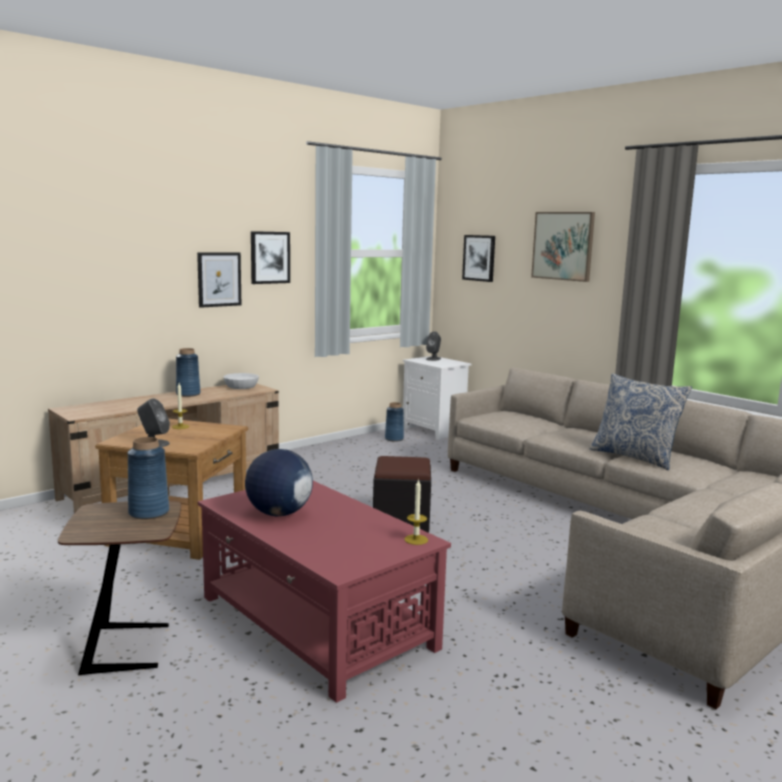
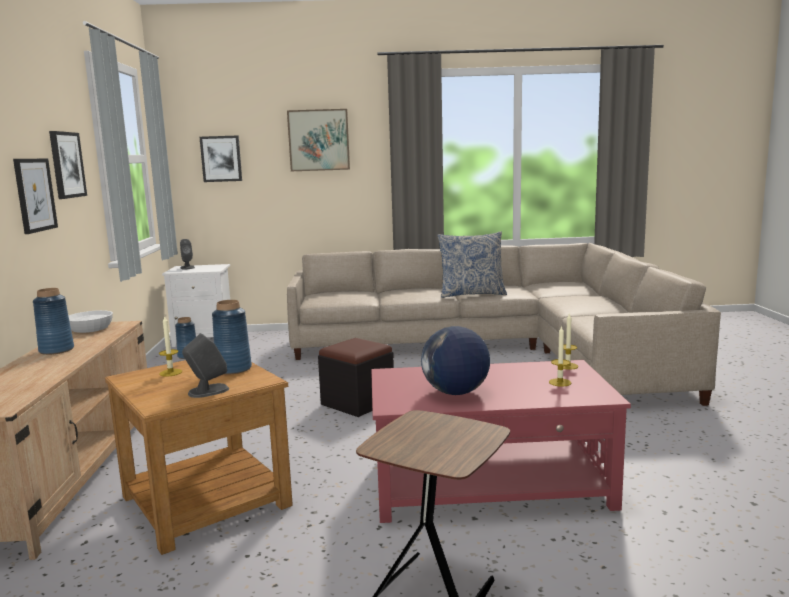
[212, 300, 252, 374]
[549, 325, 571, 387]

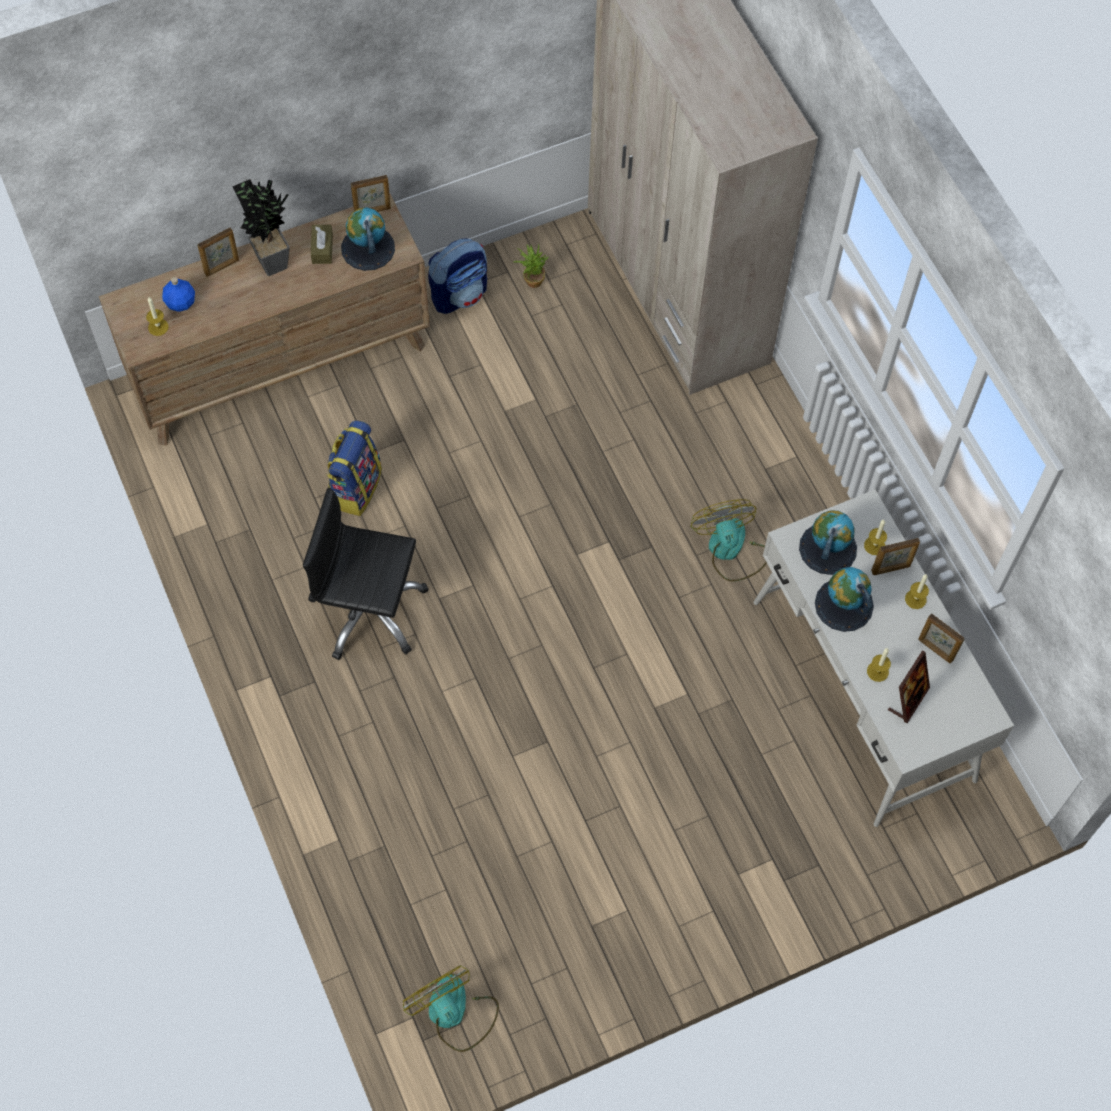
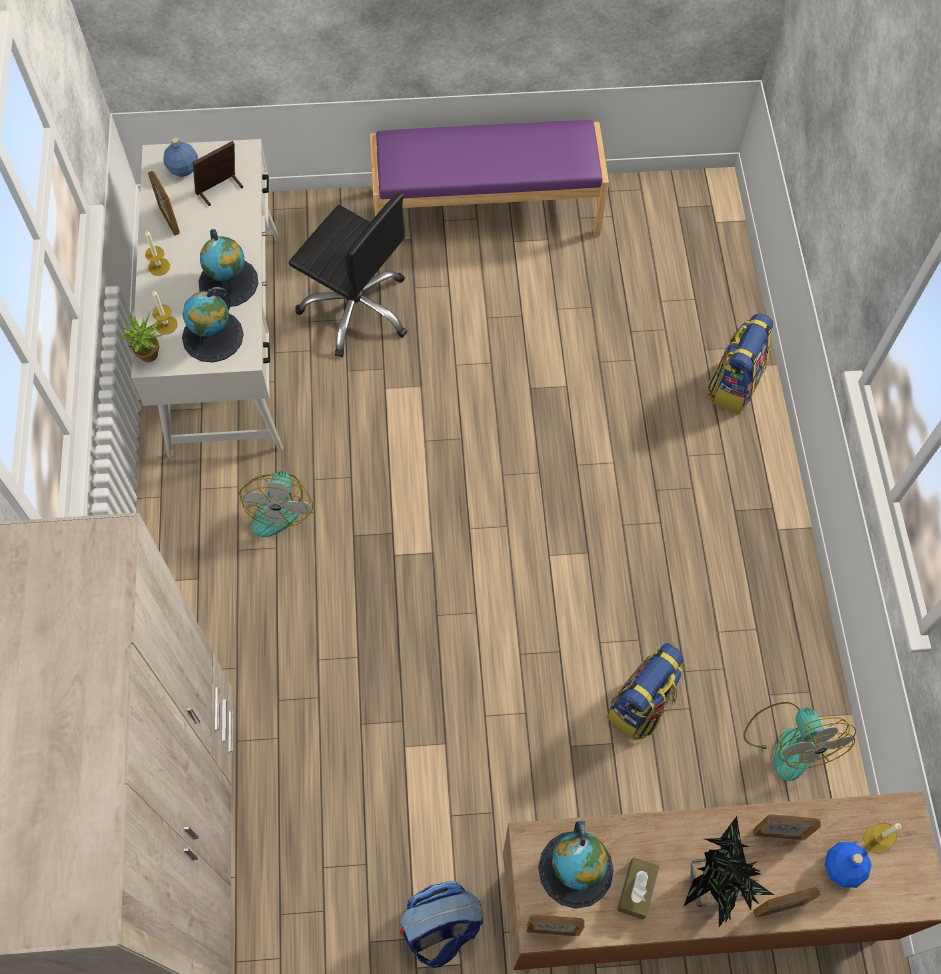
[119, 311, 164, 362]
[163, 137, 198, 177]
[289, 193, 408, 357]
[370, 120, 609, 237]
[708, 313, 773, 414]
[743, 702, 856, 781]
[753, 814, 821, 840]
[867, 648, 891, 682] (first image)

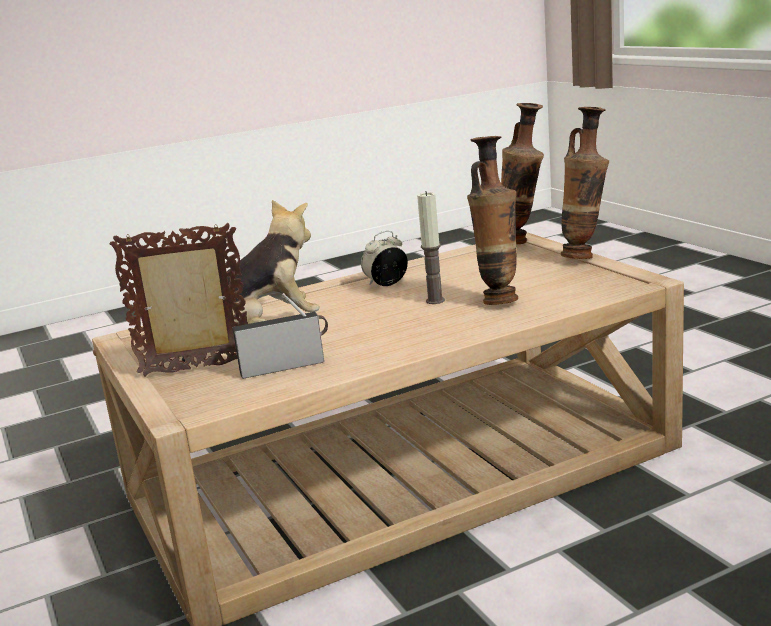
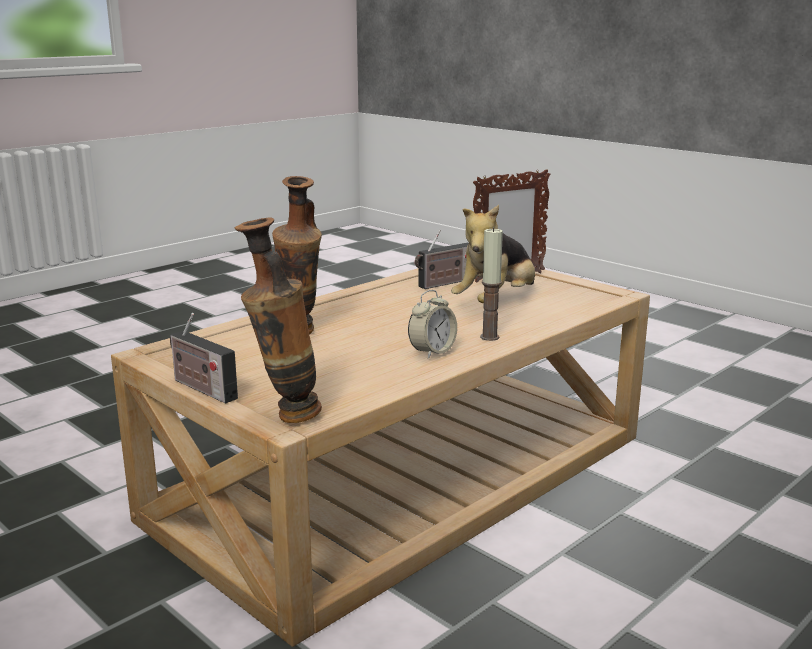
[170, 313, 238, 404]
[480, 227, 503, 341]

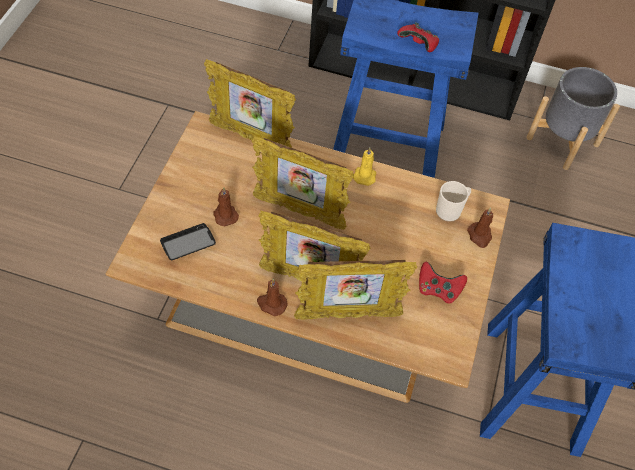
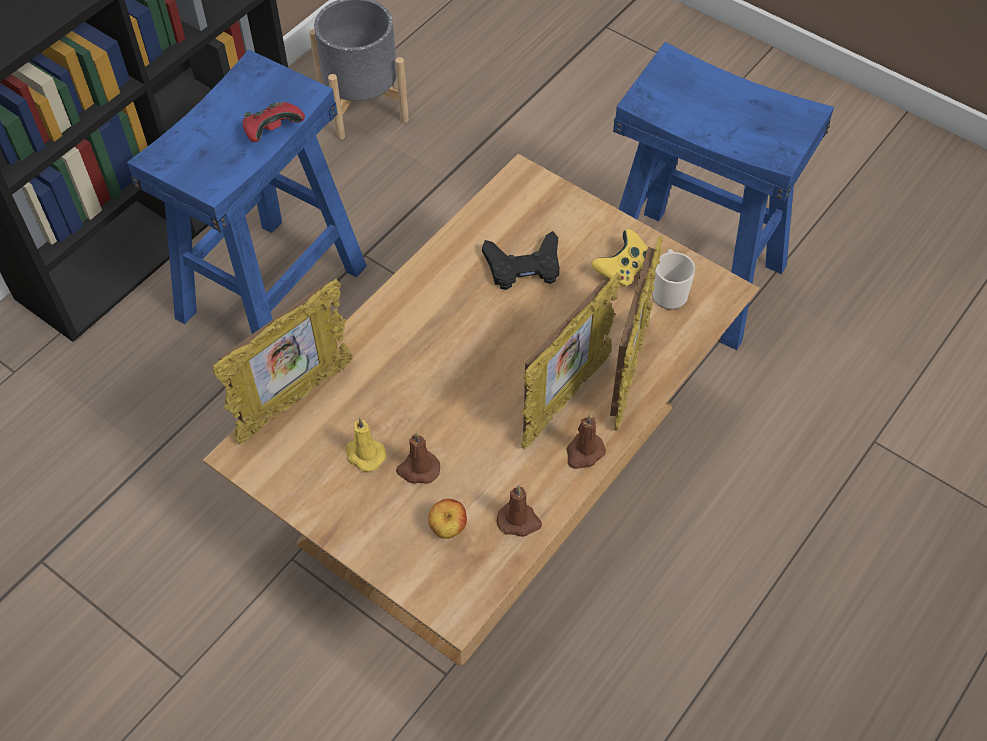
[346, 418, 386, 472]
[428, 499, 467, 539]
[482, 231, 560, 290]
[497, 485, 542, 537]
[591, 229, 647, 287]
[653, 249, 695, 310]
[252, 136, 354, 230] (first image)

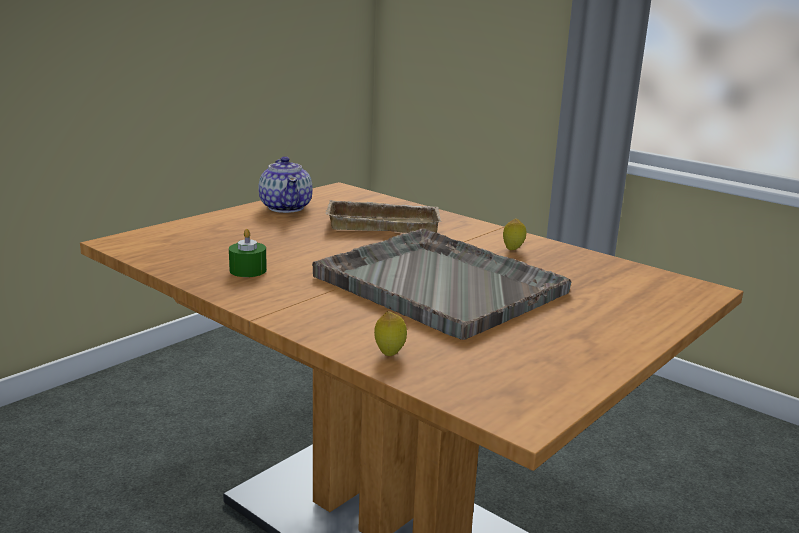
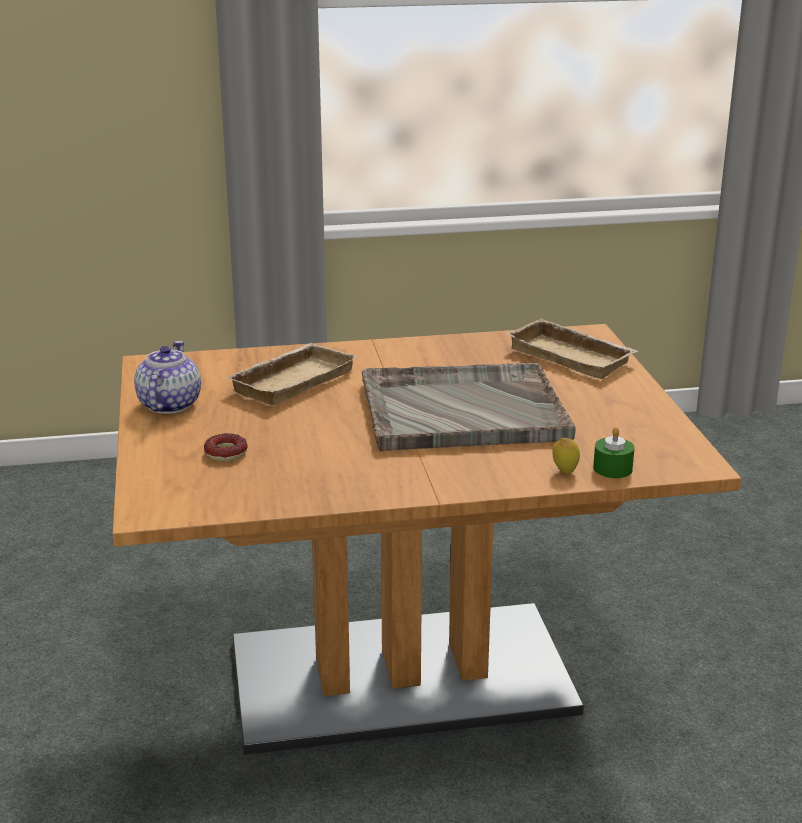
[134, 341, 201, 414]
[204, 433, 248, 461]
[506, 318, 638, 379]
[593, 427, 634, 478]
[503, 219, 526, 250] (first image)

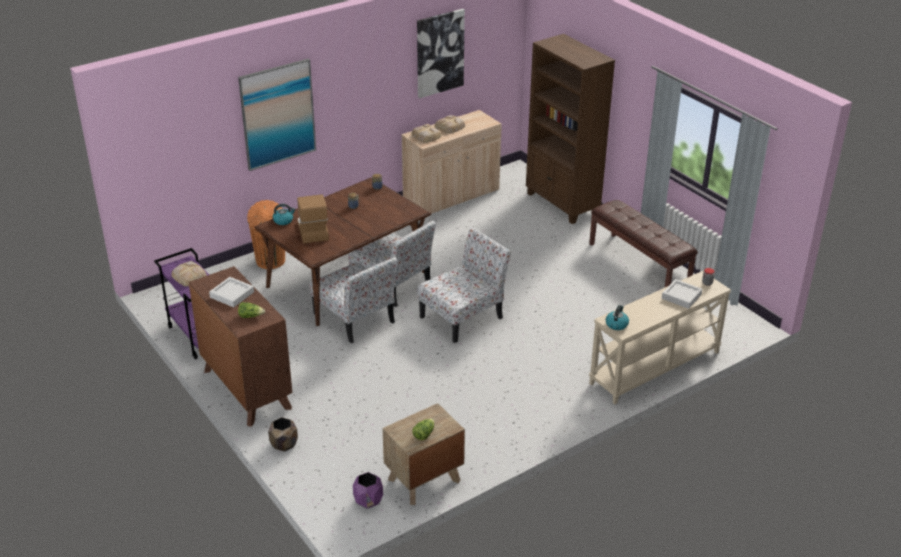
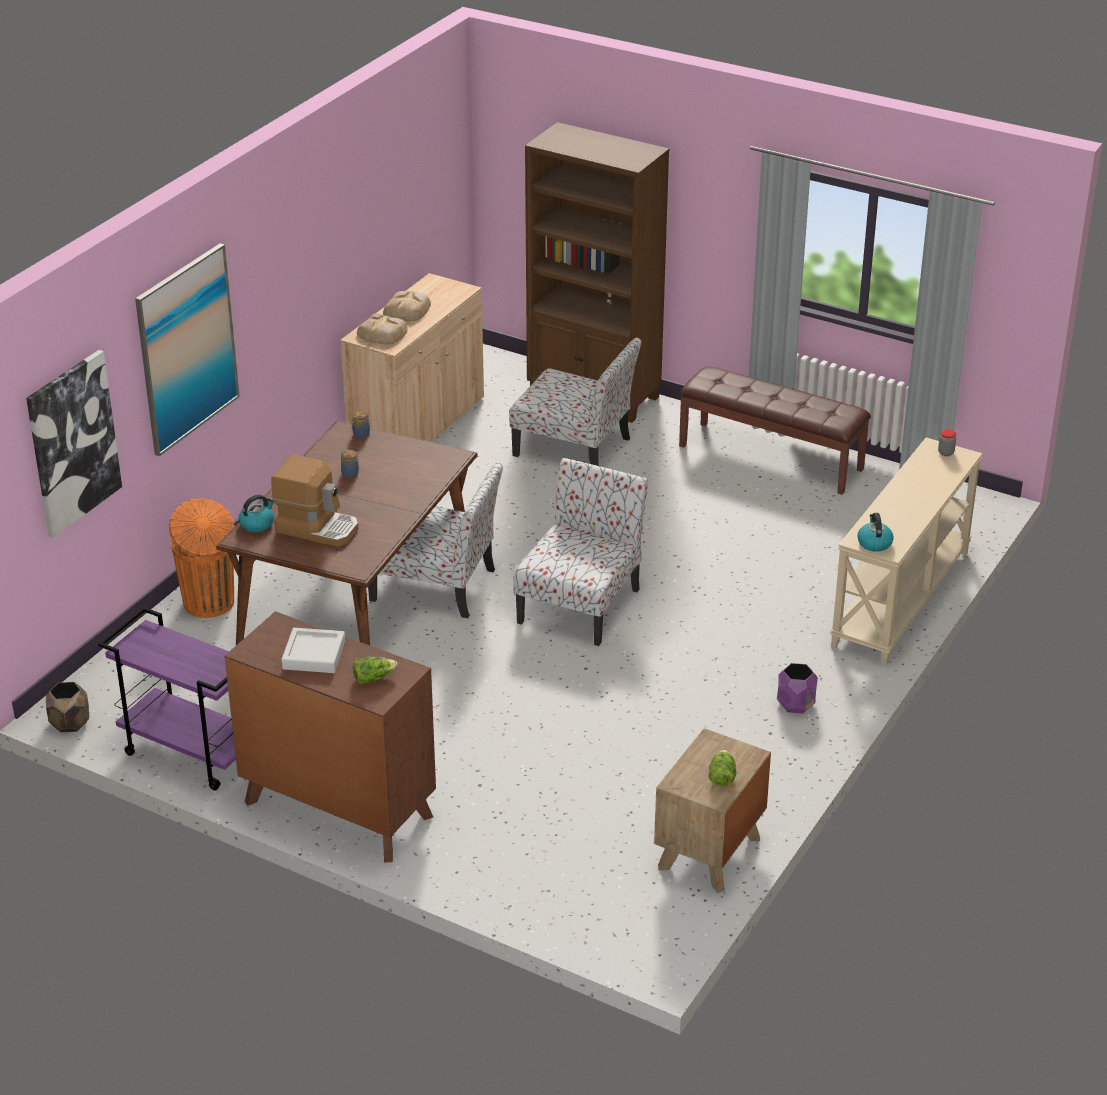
[26, 350, 122, 538]
[46, 682, 89, 732]
[271, 455, 359, 547]
[509, 337, 641, 466]
[777, 663, 818, 713]
[171, 261, 207, 287] (first image)
[662, 279, 702, 309] (first image)

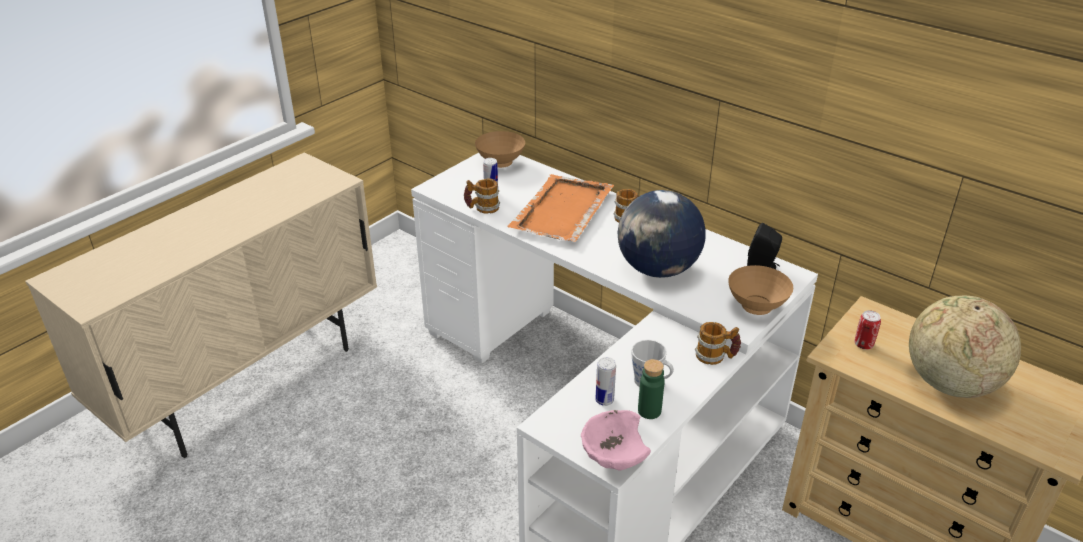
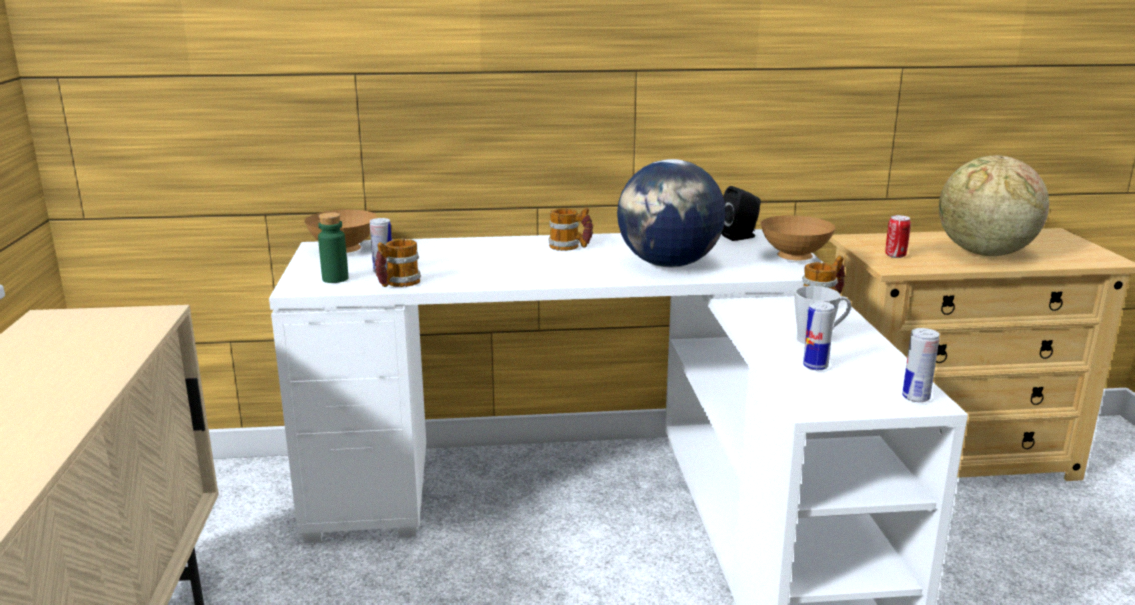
[318, 212, 348, 283]
[902, 328, 940, 402]
[507, 174, 614, 242] (first image)

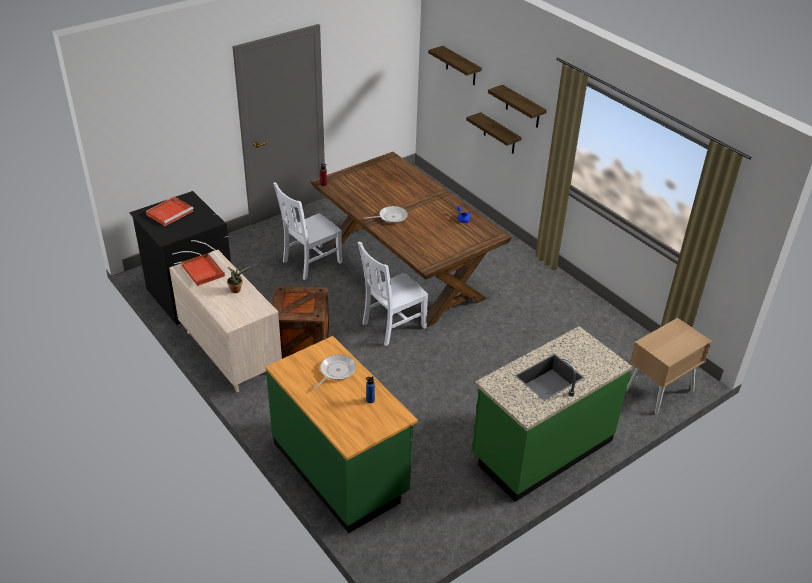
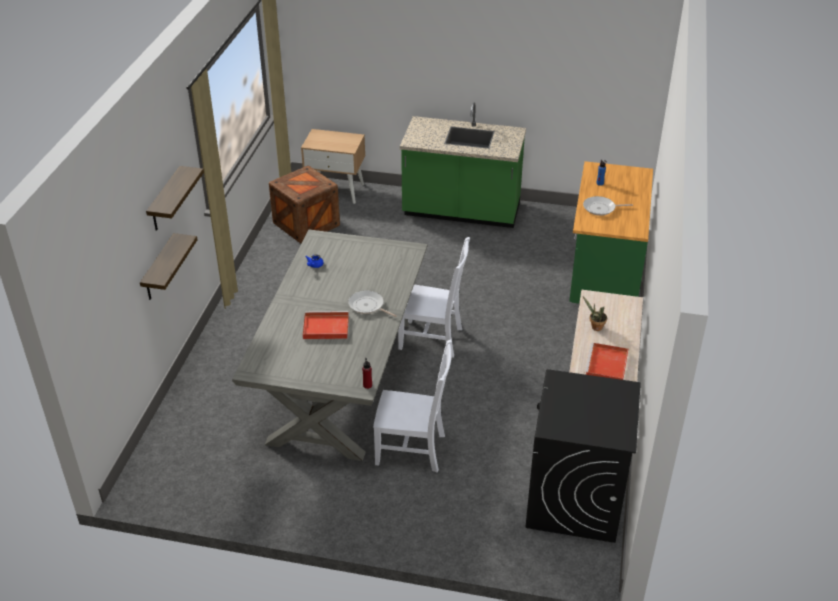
[232, 230, 428, 461]
[269, 166, 340, 243]
[303, 311, 349, 339]
[428, 46, 482, 85] (first image)

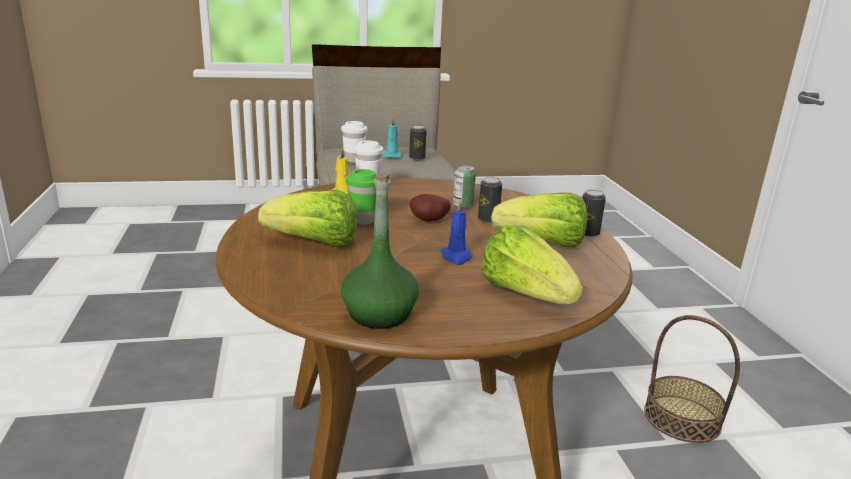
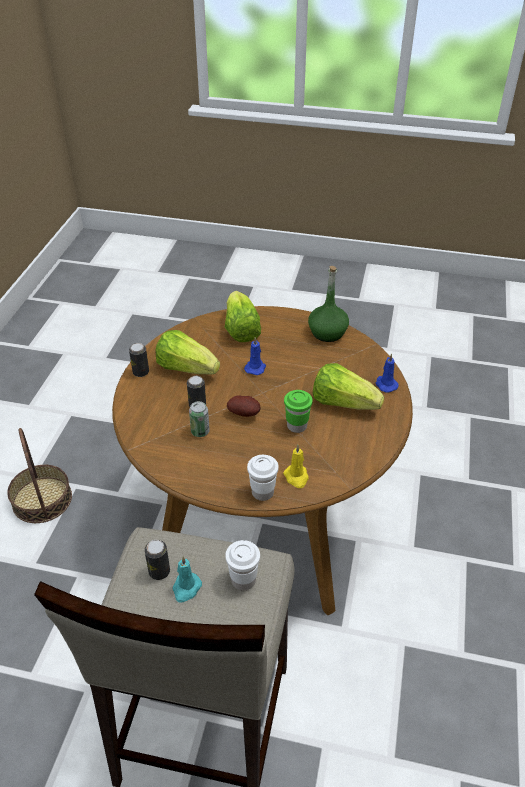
[376, 353, 399, 393]

